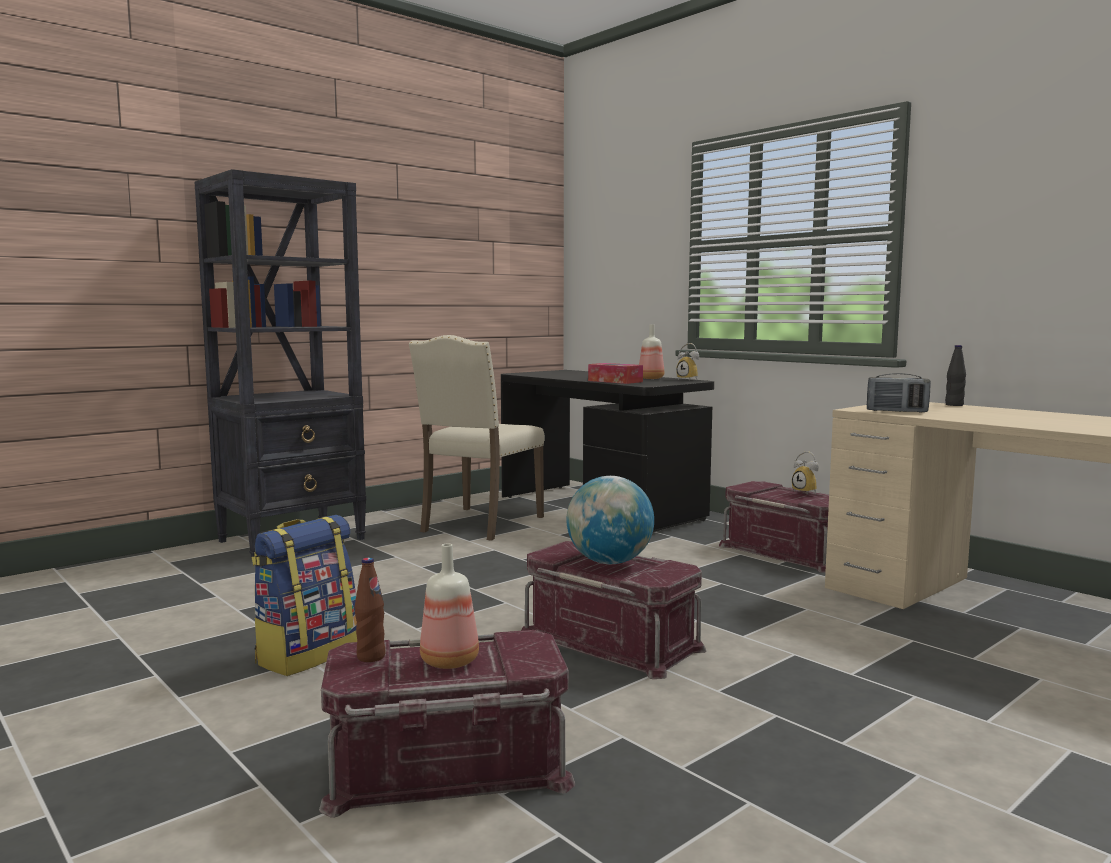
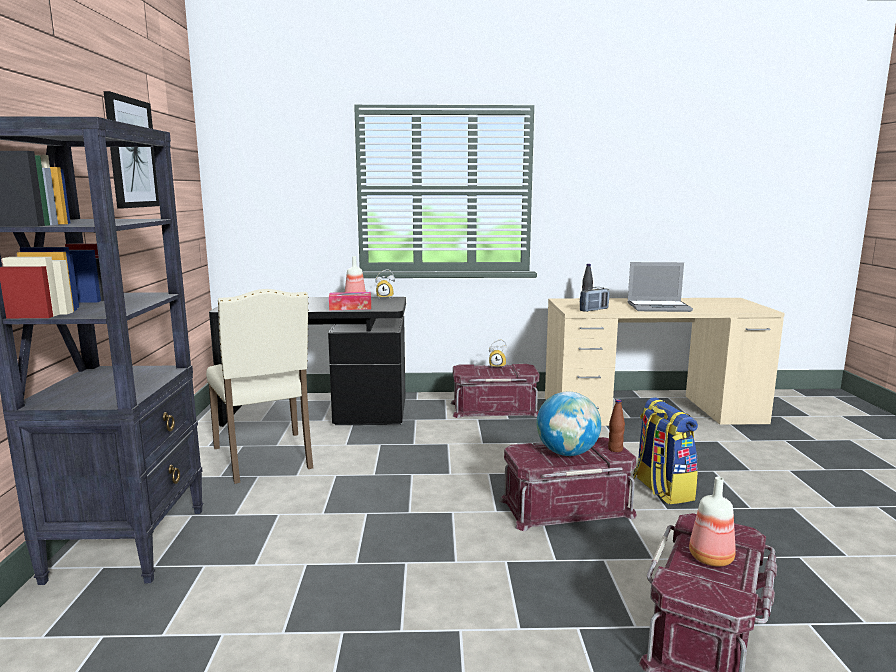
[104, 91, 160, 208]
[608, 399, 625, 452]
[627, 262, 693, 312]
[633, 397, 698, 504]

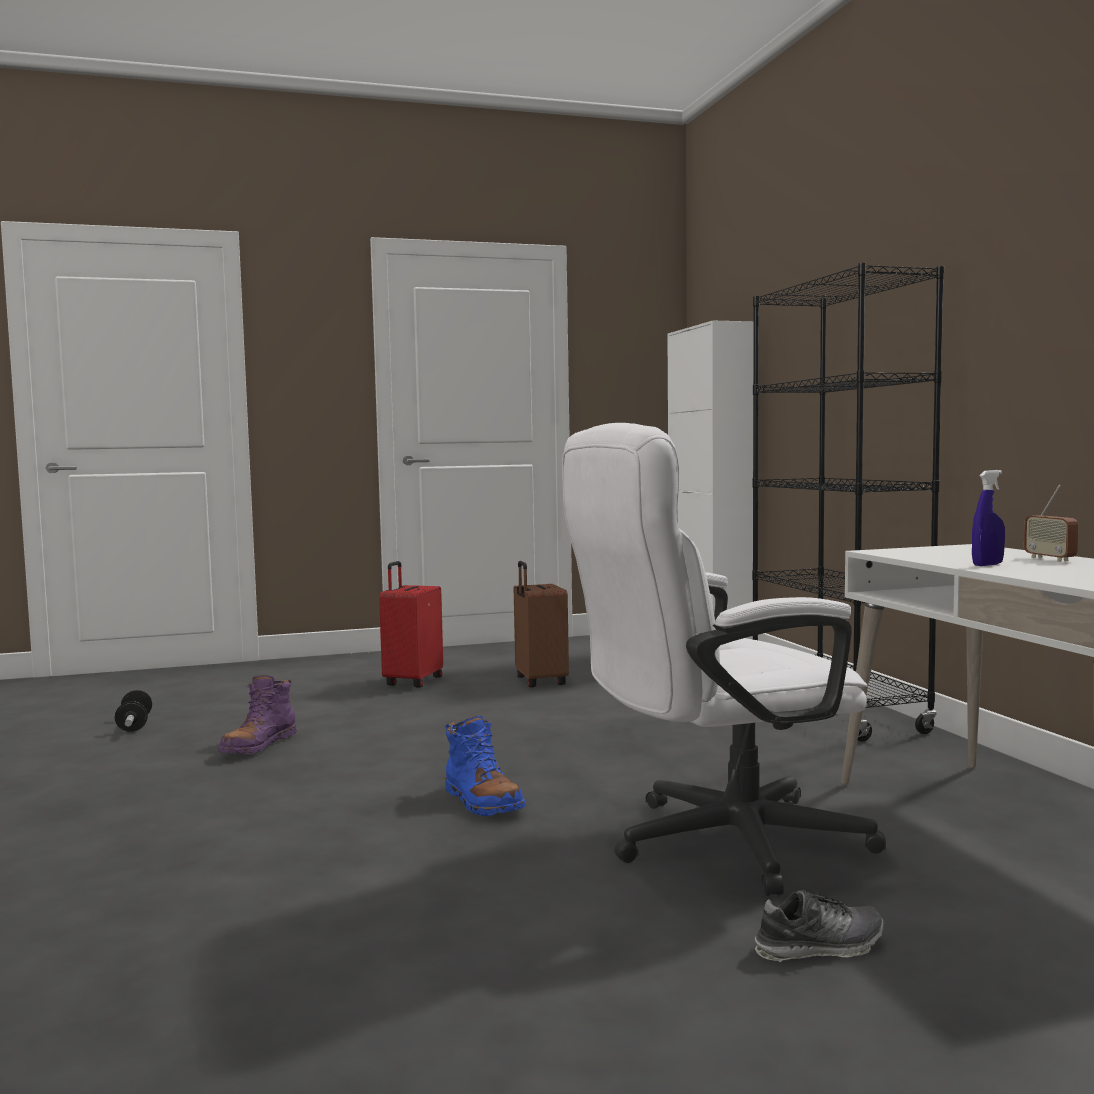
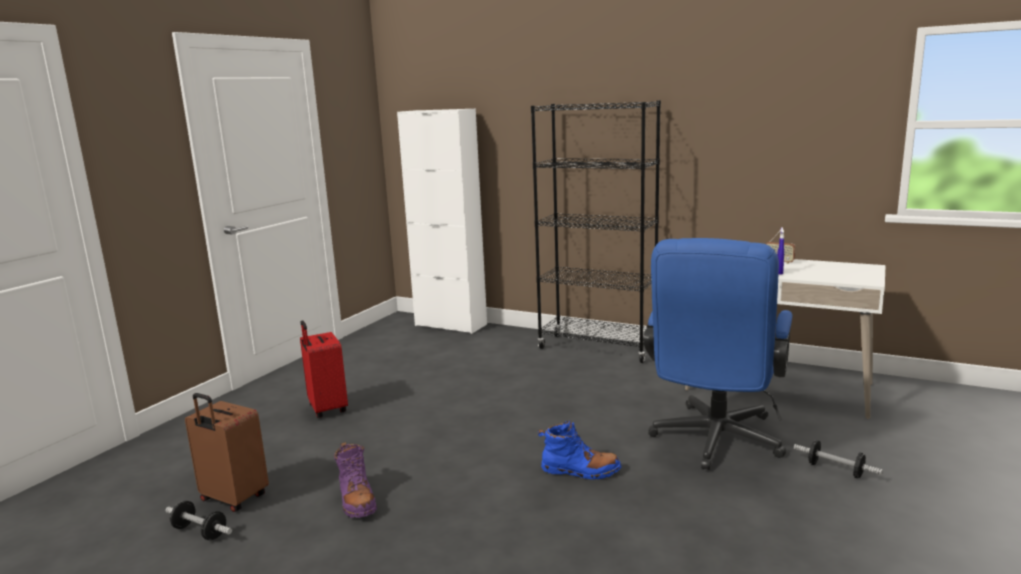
[185, 393, 269, 512]
[643, 238, 792, 470]
[794, 440, 883, 478]

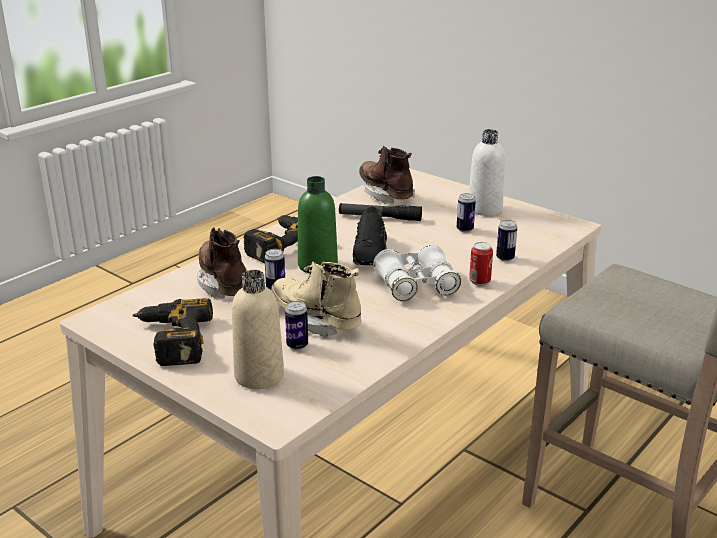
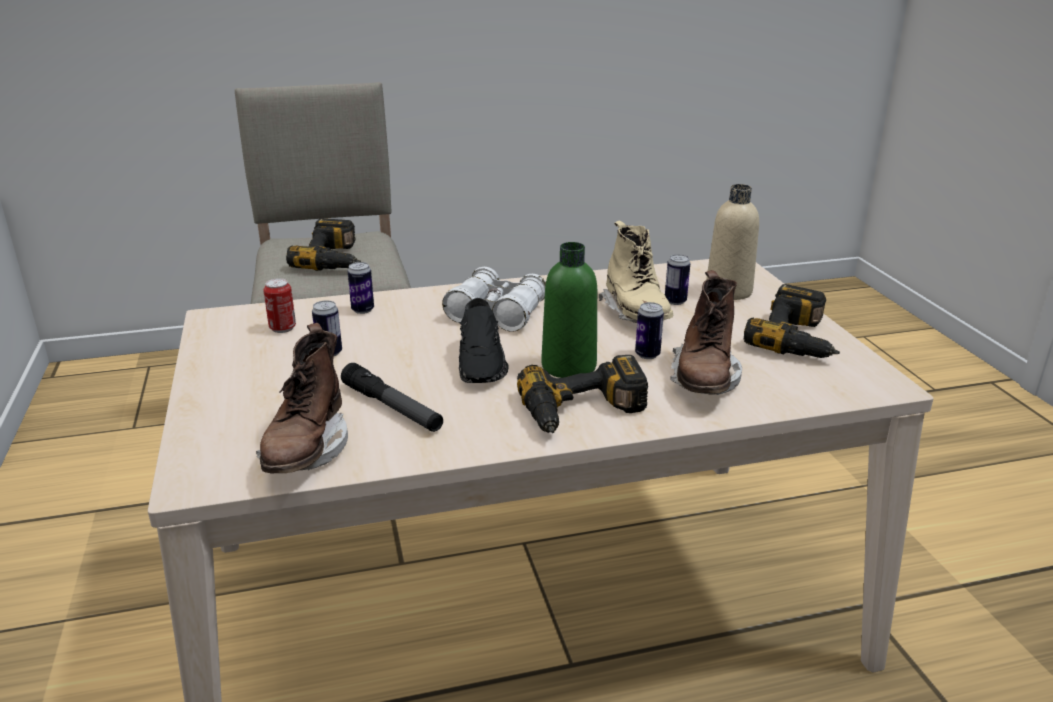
[263, 278, 296, 333]
[286, 218, 361, 271]
[459, 298, 509, 383]
[469, 129, 505, 216] (first image)

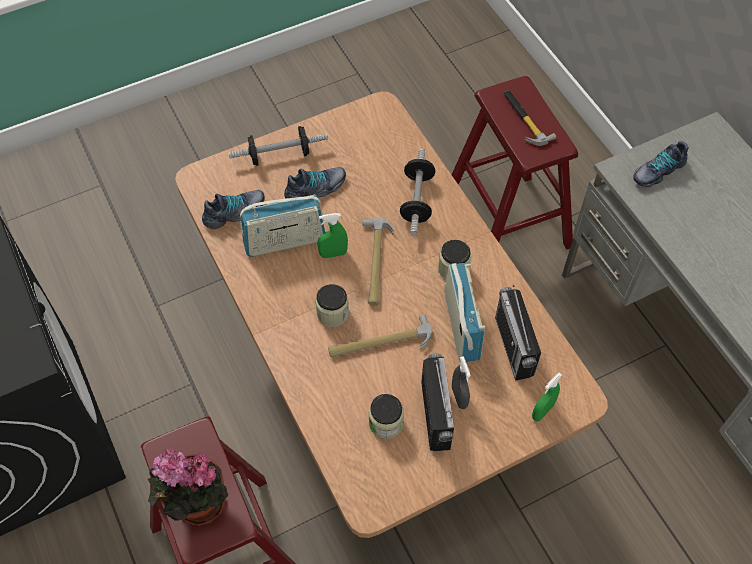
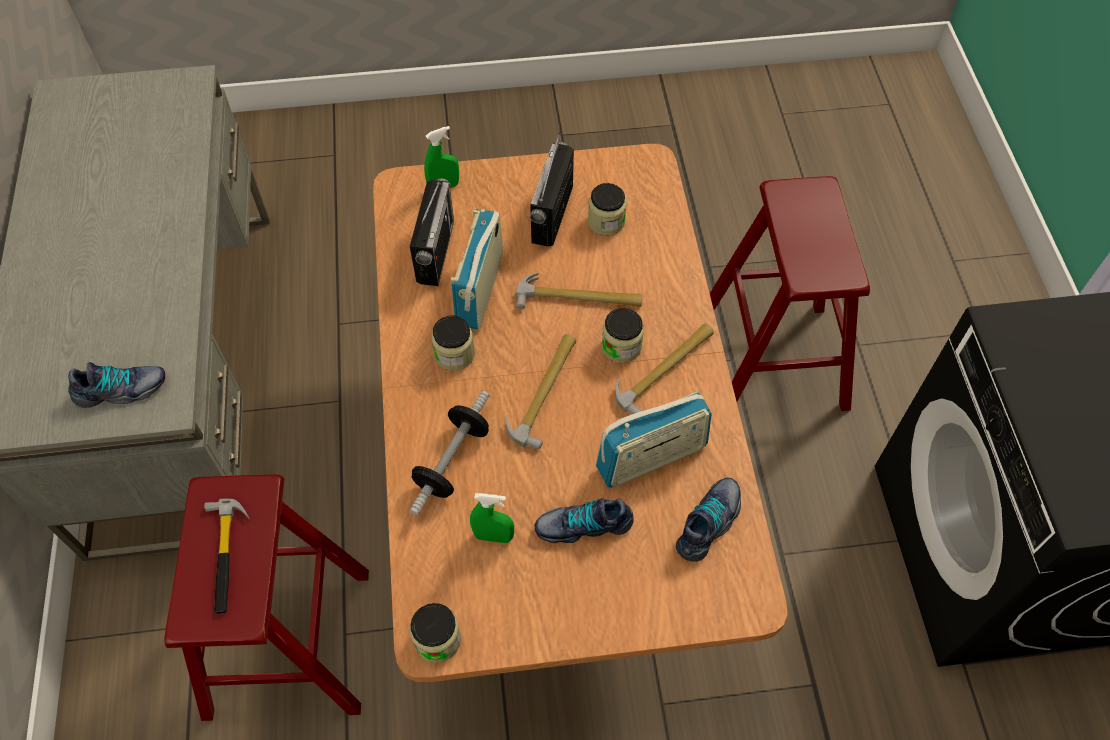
[410, 603, 461, 663]
[470, 493, 514, 543]
[596, 392, 712, 488]
[615, 324, 714, 414]
[676, 478, 741, 562]
[148, 448, 228, 526] (first image)
[229, 126, 328, 166] (first image)
[452, 356, 471, 409] (first image)

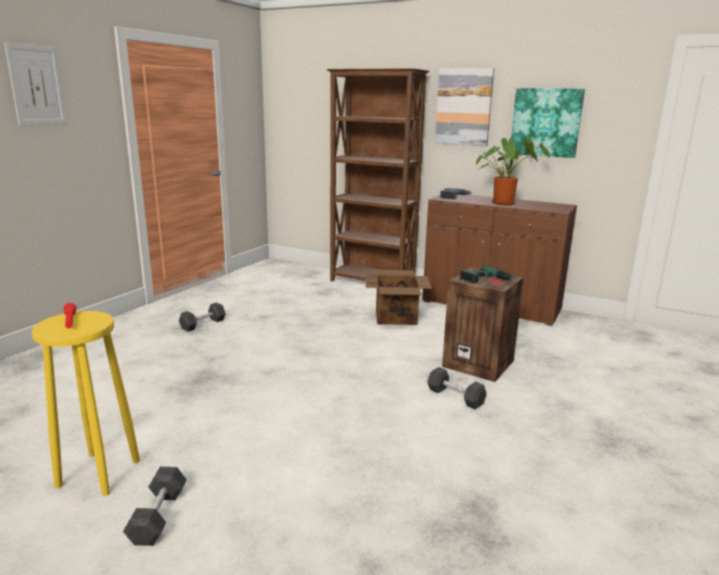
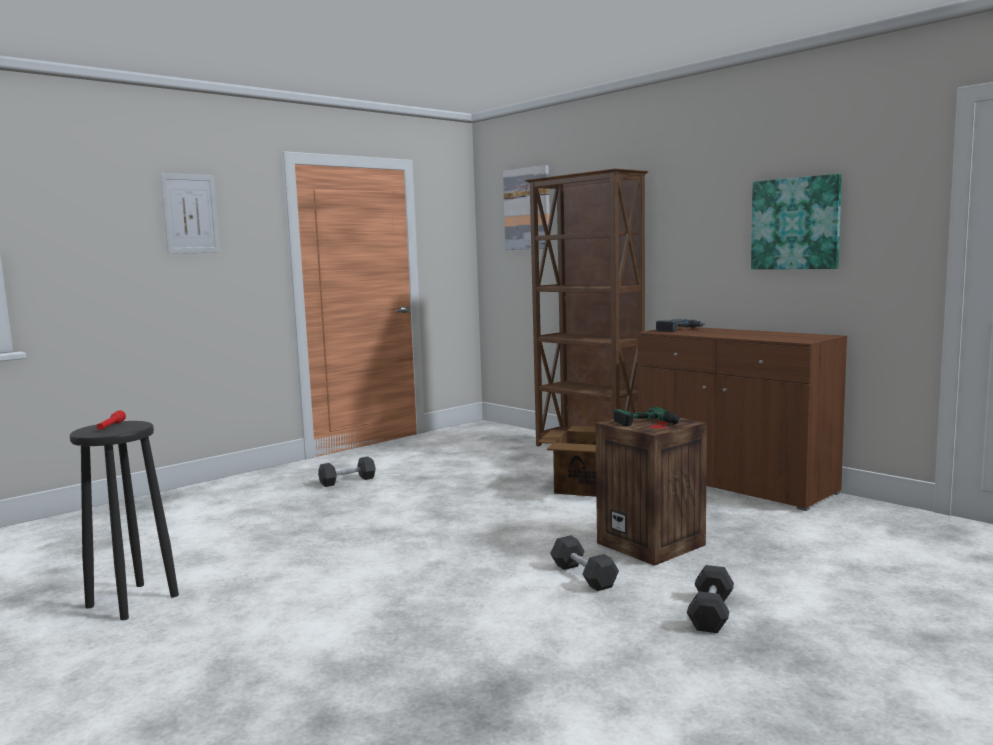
[70, 421, 179, 620]
[503, 165, 550, 250]
[687, 565, 734, 633]
[476, 138, 550, 205] (first image)

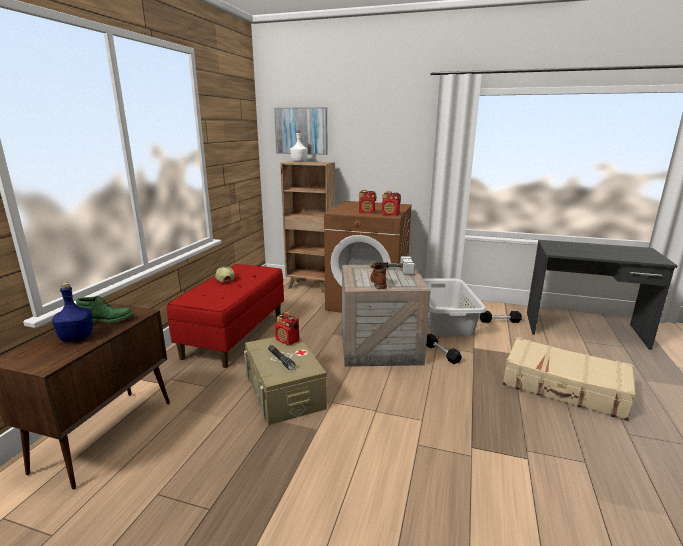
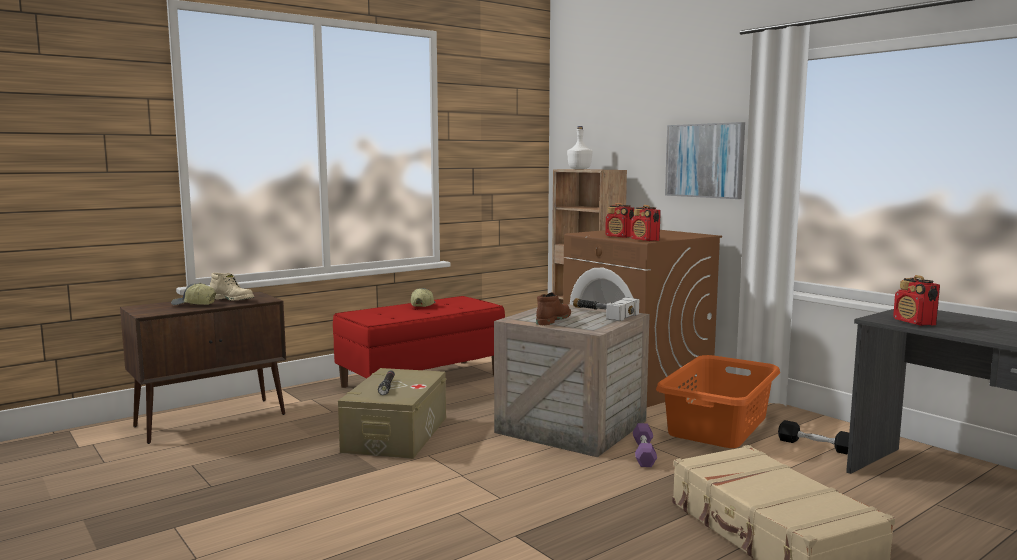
[171, 283, 216, 305]
[210, 273, 254, 300]
[633, 423, 657, 467]
[656, 355, 780, 448]
[665, 122, 745, 199]
[893, 275, 940, 326]

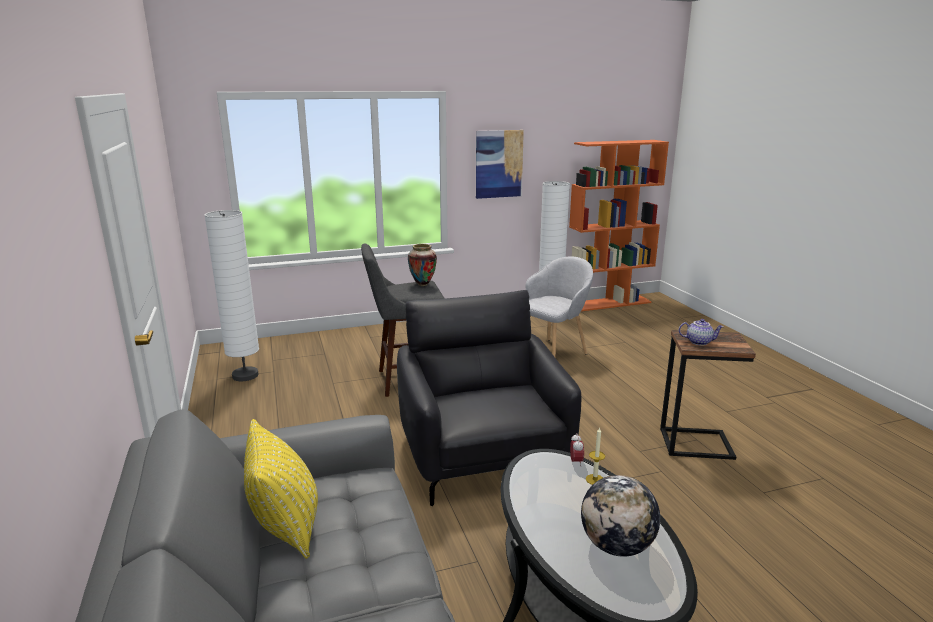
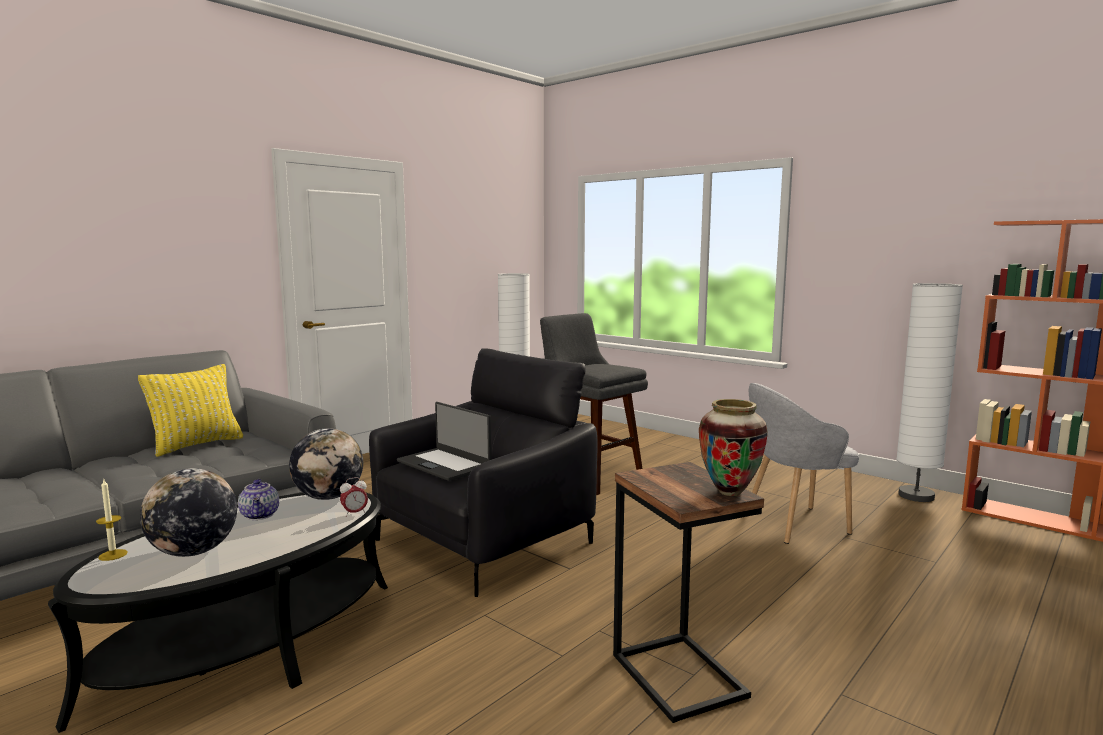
[96, 480, 128, 561]
[238, 479, 279, 520]
[289, 428, 363, 500]
[397, 402, 491, 481]
[699, 399, 768, 496]
[749, 383, 859, 544]
[476, 130, 524, 199] (first image)

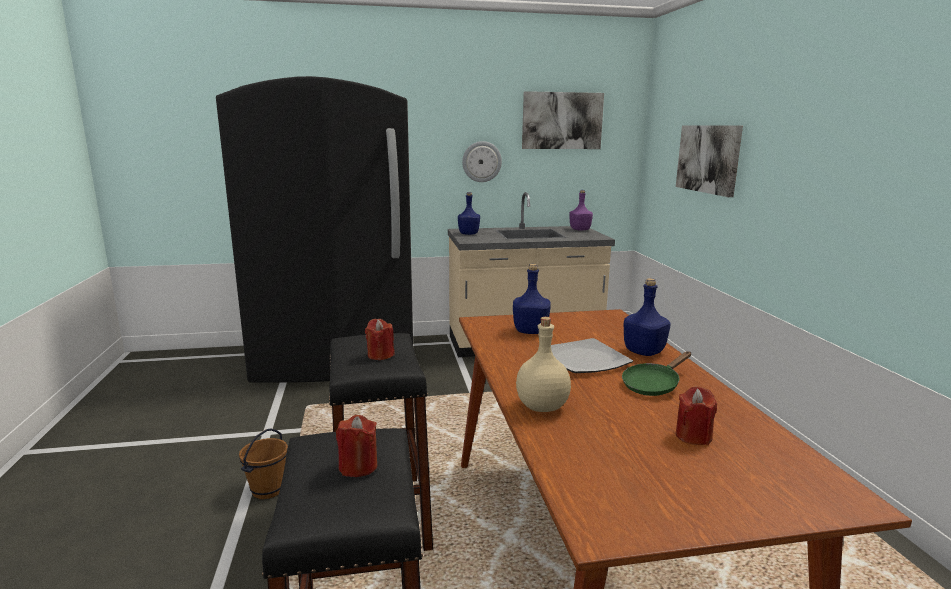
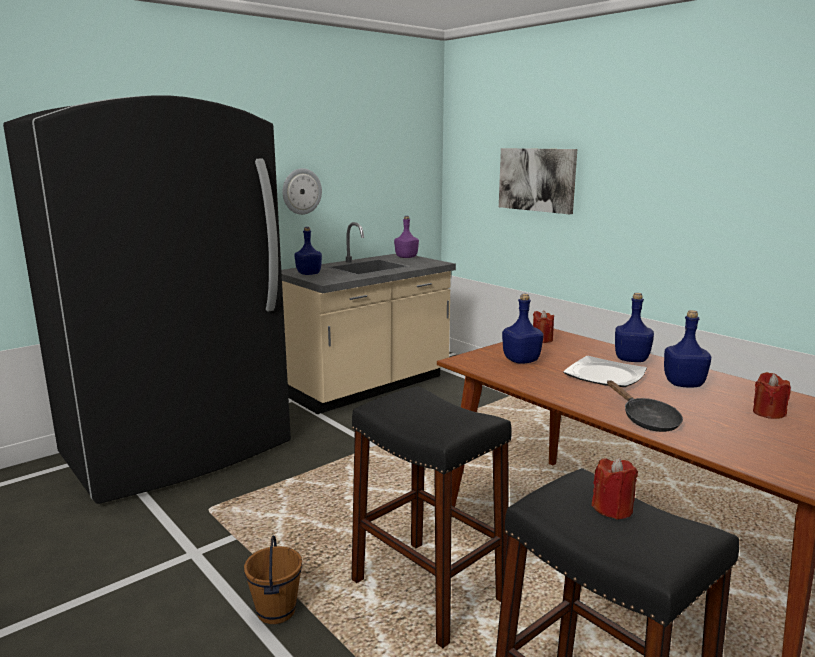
[533, 310, 554, 343]
[607, 380, 683, 432]
[664, 310, 711, 387]
[522, 91, 604, 149] (first image)

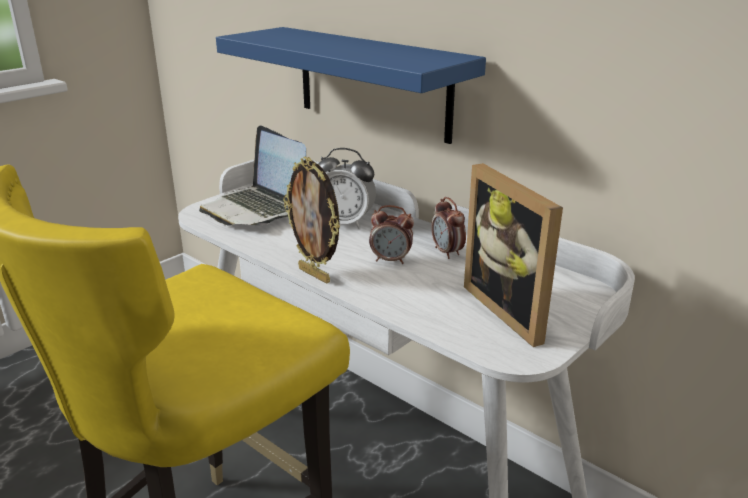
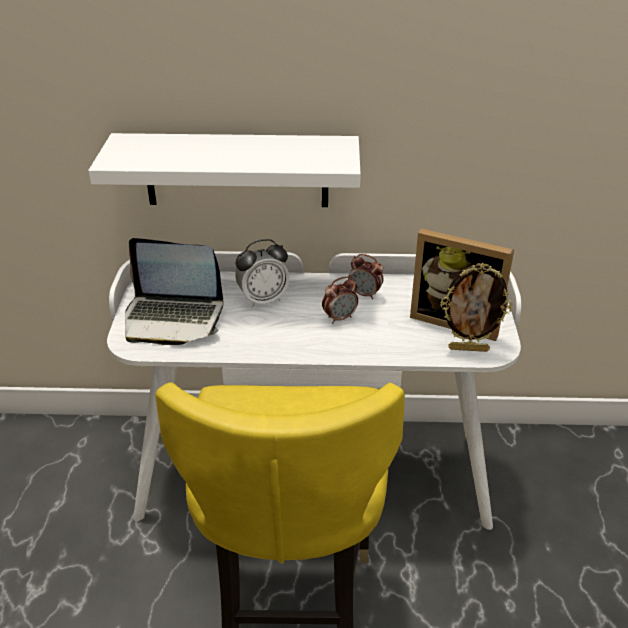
[88, 133, 361, 207]
[440, 263, 513, 352]

